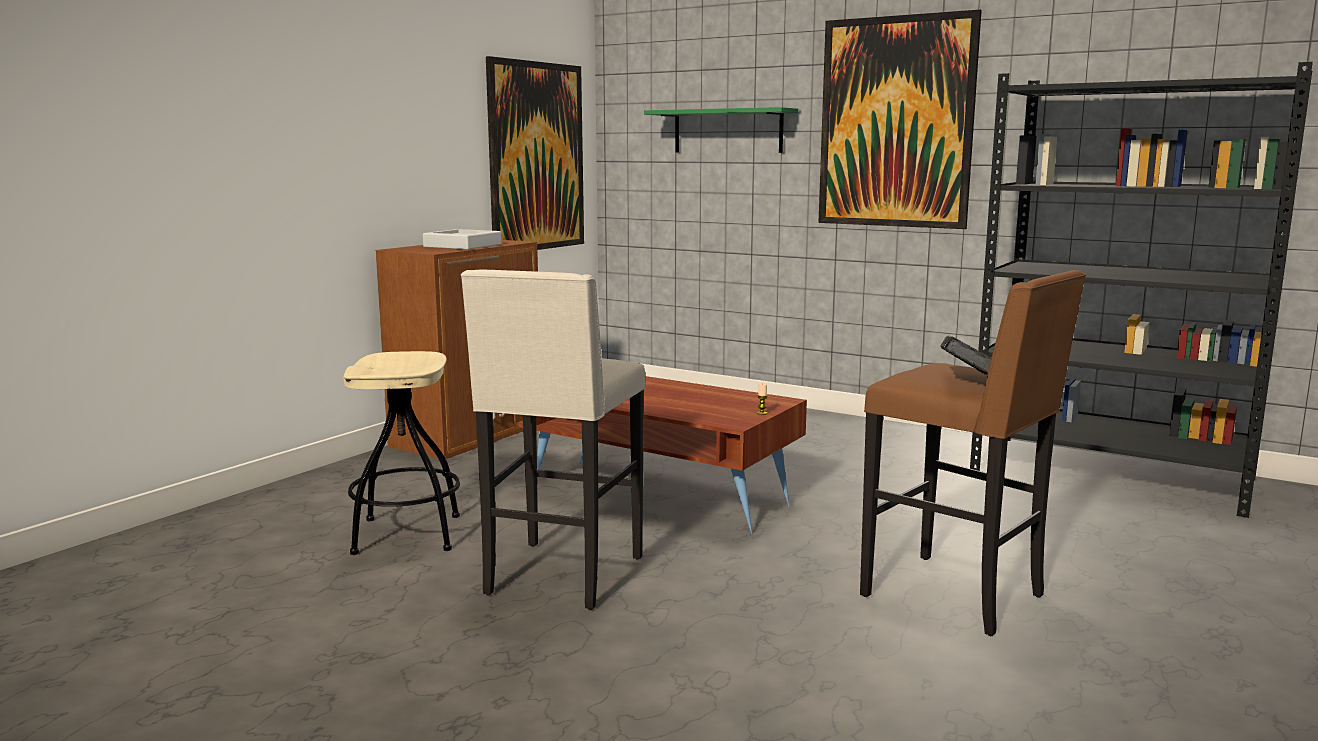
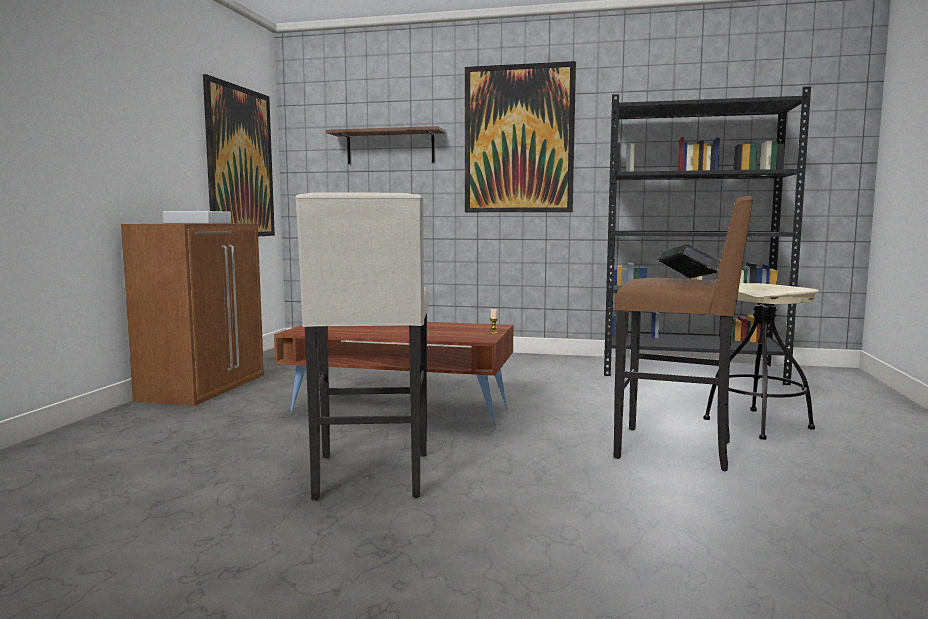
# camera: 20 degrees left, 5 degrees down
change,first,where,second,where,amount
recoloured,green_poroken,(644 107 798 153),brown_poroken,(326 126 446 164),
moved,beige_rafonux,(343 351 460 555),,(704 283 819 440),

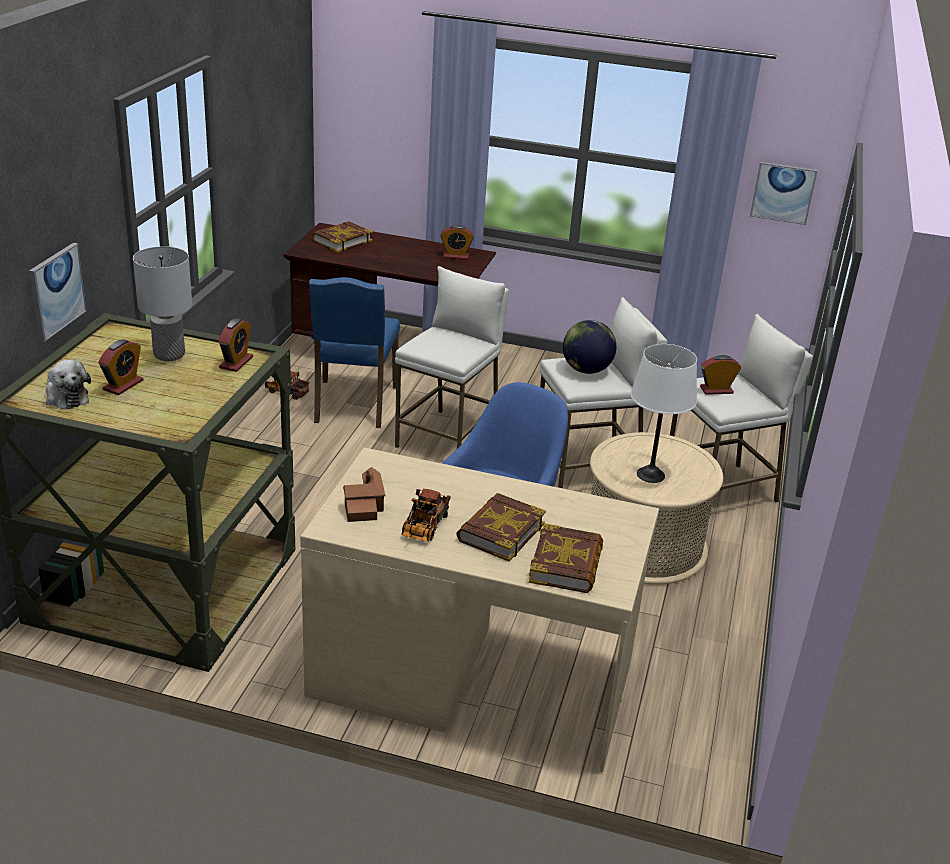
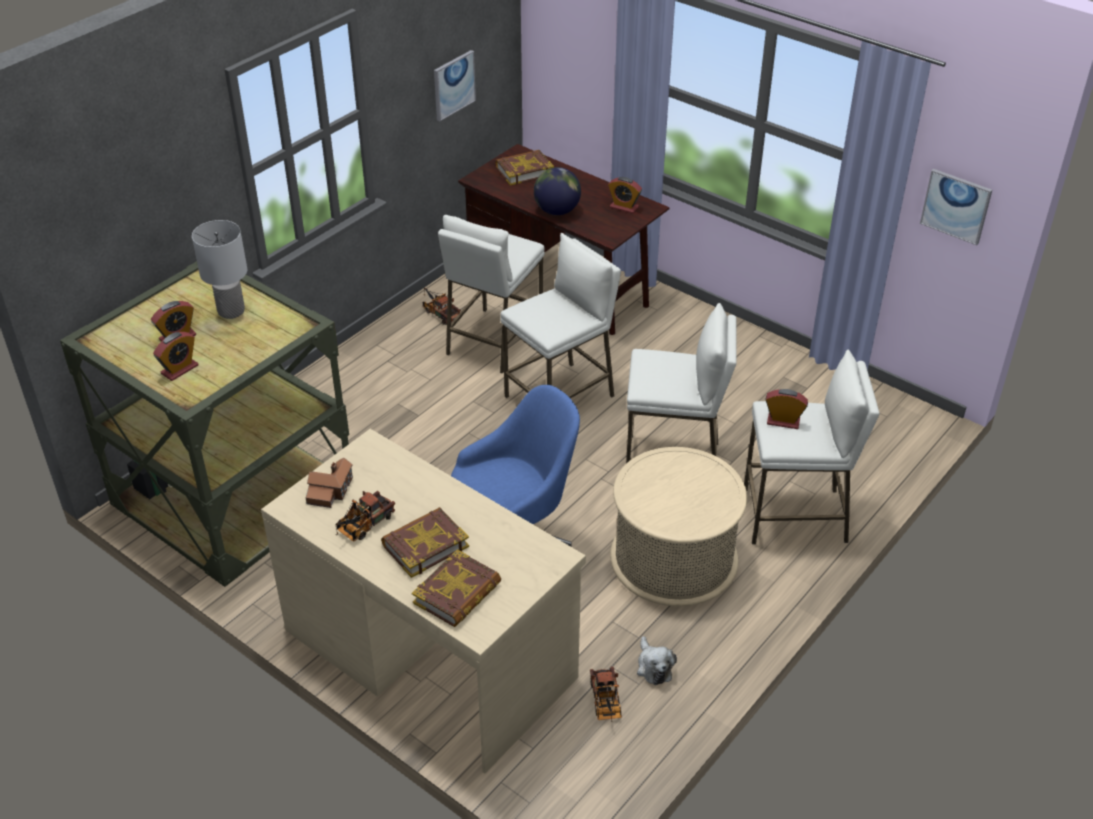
# camera: 25 degrees right, 10 degrees up
change,first,where,second,where,amount
moved,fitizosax,(29 243 86 342),,(434 50 476 121),
replaced,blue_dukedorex,(309 277 400 428),white_rafonux,(438 215 545 374),
moved,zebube,(219 318 253 372),,(153 332 198 381),
moved,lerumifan,(563 320 617 374),,(534 167 581 215),
removed,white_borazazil,(630 344 697 483),,,
moved,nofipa,(45 359 91 409),,(637 636 677 685),
added,,,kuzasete,(590 666 622 721),

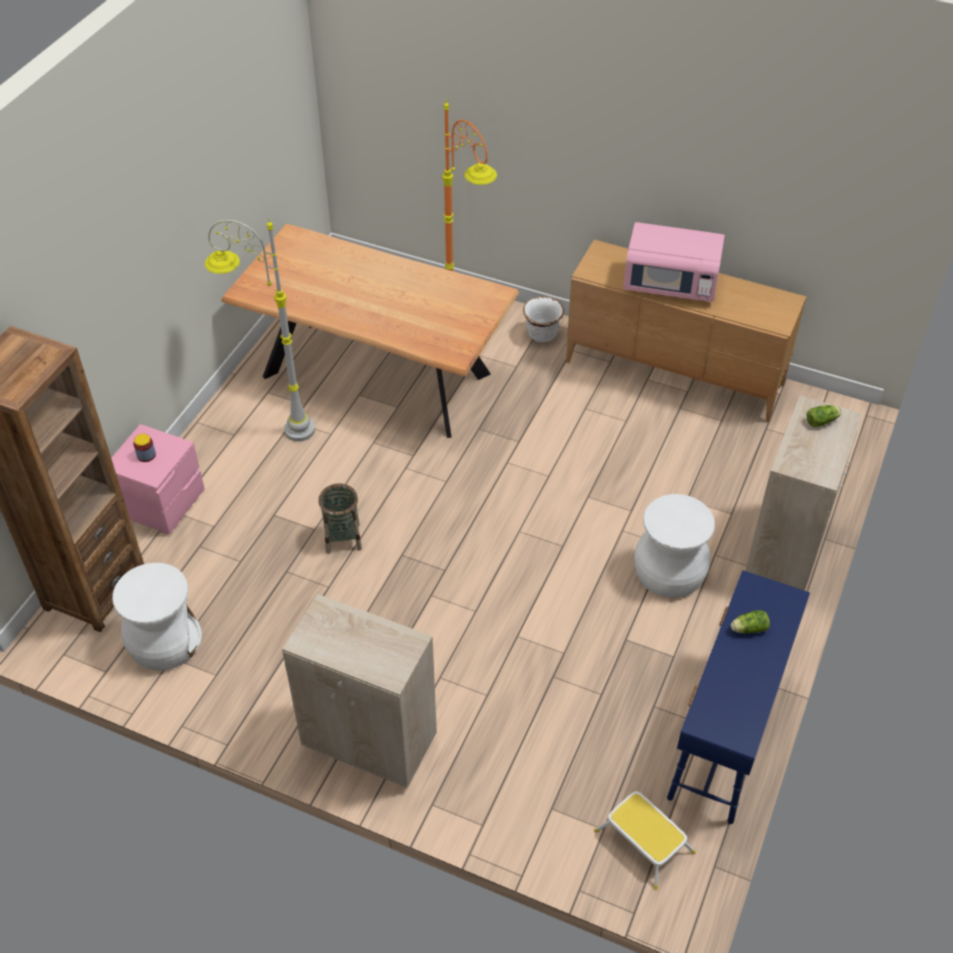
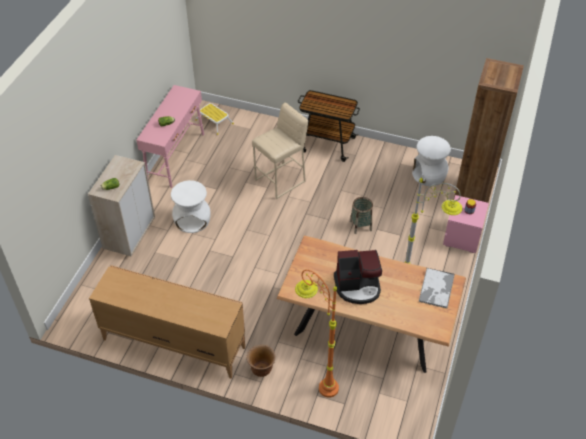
# camera: 175 degrees right, 0 degrees up
change,first,where,second,where,amount
removed,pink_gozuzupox,(623 222 725 302),,,
recoloured,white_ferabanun,(523 297 565 343),brown_ferabanun,(247 345 276 377),
recoloured,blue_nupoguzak,(667 570 810 824),pink_nupoguzak,(136 85 204 188),
replaced,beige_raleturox,(282 594 437 788),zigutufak,(298 90 360 162),
added,,,beige_rafonux,(252 103 308 199),
added,,,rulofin,(334 250 382 304),
added,,,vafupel,(419 268 454 309),

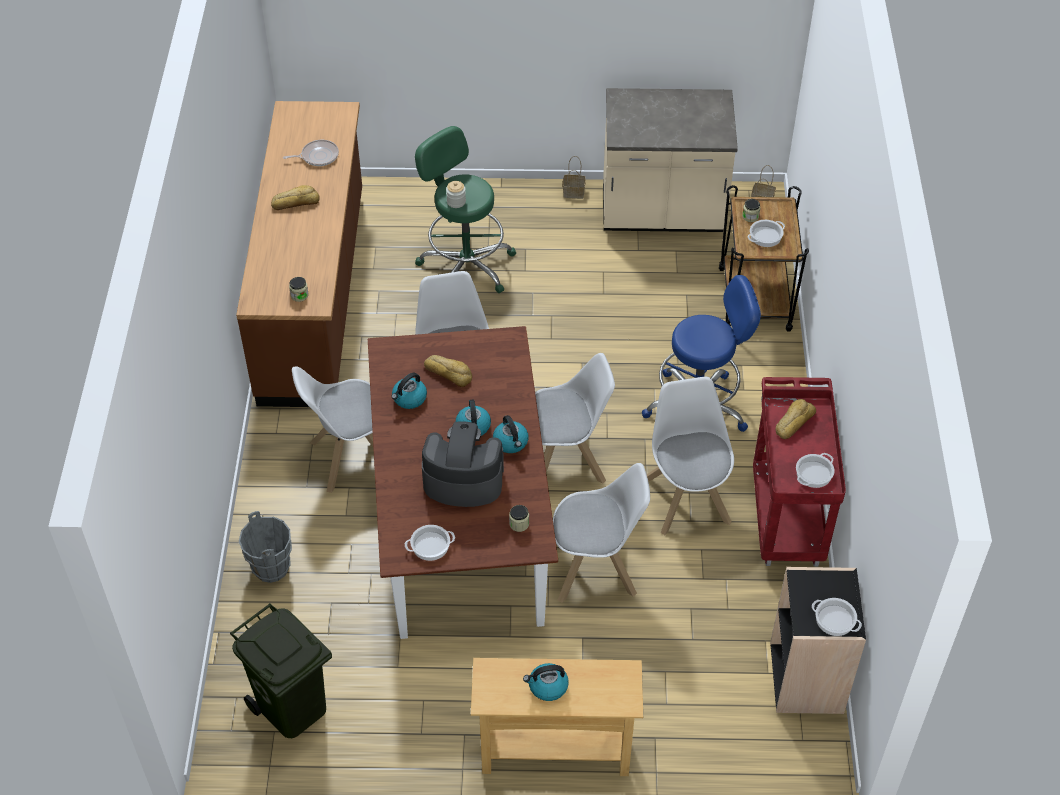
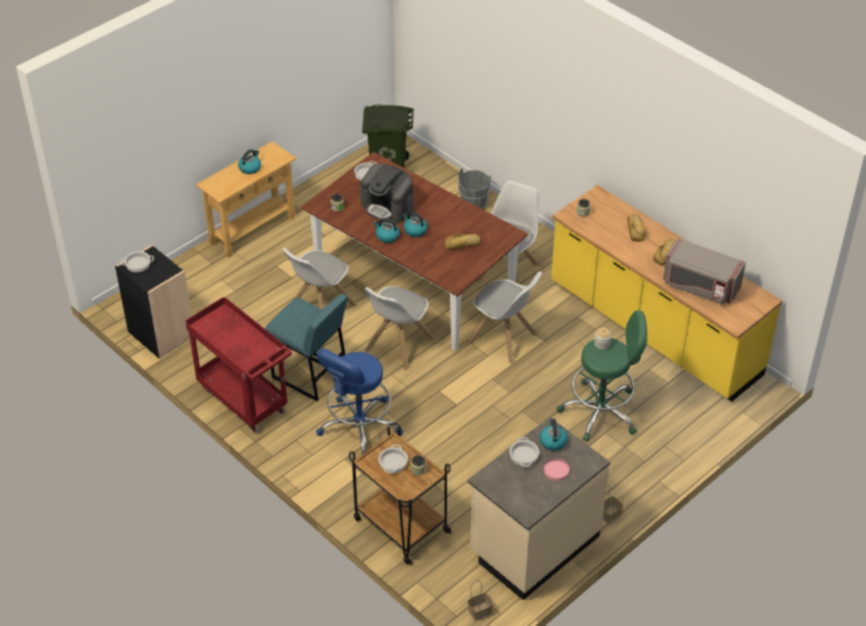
# camera: 135 degrees right, 5 degrees down
change,first,where,second,where,amount
recoloured,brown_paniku,(236 101 362 407),yellow_paniku,(551 185 782 401),
replaced,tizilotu,(283 140 339 166),grey_gozuzupox,(663 238 746 305),
moved,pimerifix,(391 373 427 409),,(540 418 568 451),
replaced,dukedorex,(647 377 734 535),blue_rafonux,(265 294 348 401),
moved,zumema,(775 399 816 439),,(627 214 646 242),
turned,rulofin,(422 421 504 507),,(360 164 414 223),75 degrees clockwise
moved,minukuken,(796 453 835 488),,(509 437 539 467),
added,,,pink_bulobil,(544 458 570 481),

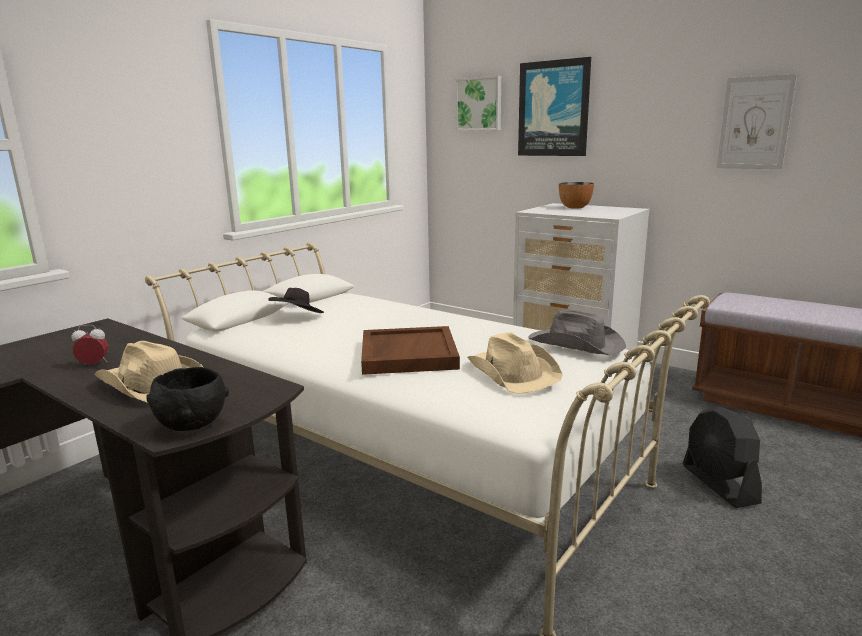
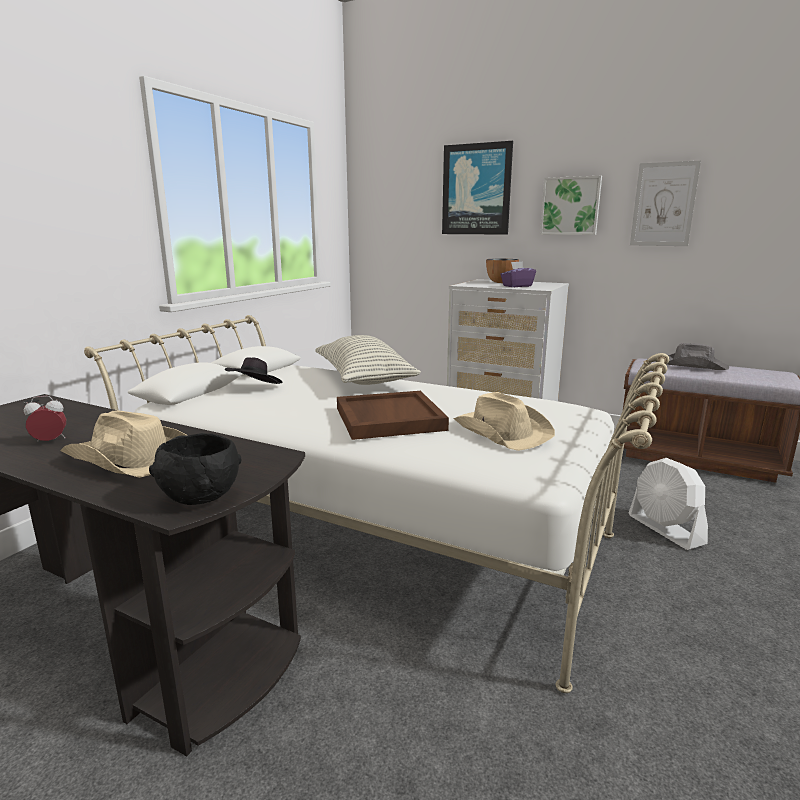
# camera: 10 degrees left, 0 degrees up
change,first,where,second,where,amount
moved,fitizosax,(456 76 501 131),,(540 176 602 235),
moved,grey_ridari,(528 310 626 355),,(667 343 729 370),
recoloured,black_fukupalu,(683 406 762 508),white_fukupalu,(629 458 708 550),
added,,,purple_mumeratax,(500 261 536 287),
added,,,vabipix,(315 335 421 385),

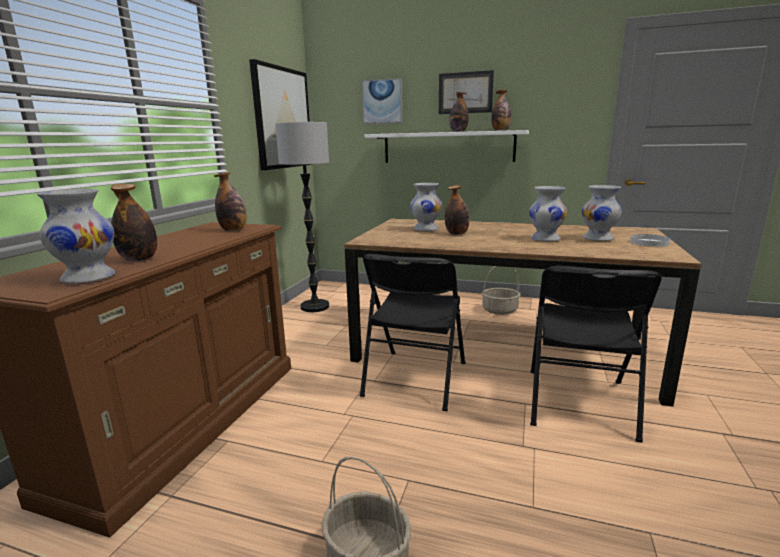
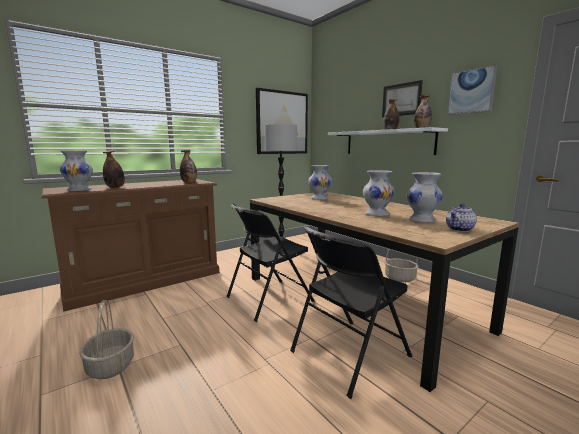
# camera: 35 degrees right, 5 degrees down
change,first,where,second,where,amount
moved,fitizosax,(362 78 402 124),,(447 65 497 115),
removed,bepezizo,(445 185 469 235),,,
replaced,white_bulobil,(630 234 671 247),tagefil,(446 204 477 232),

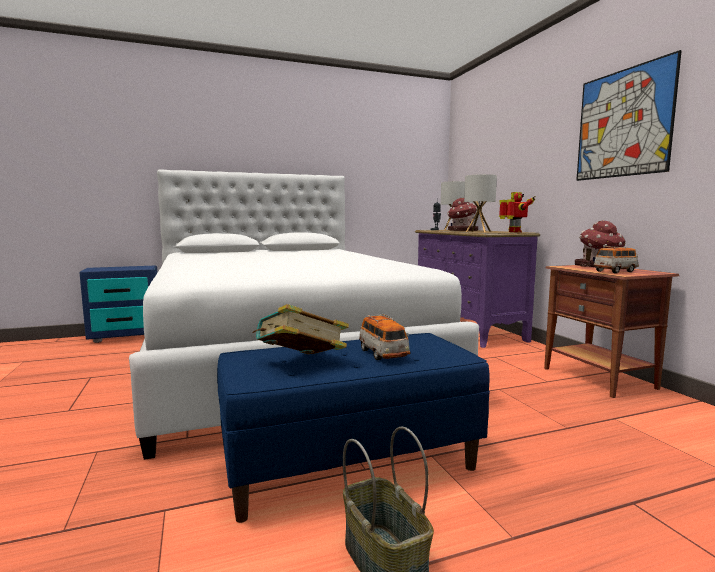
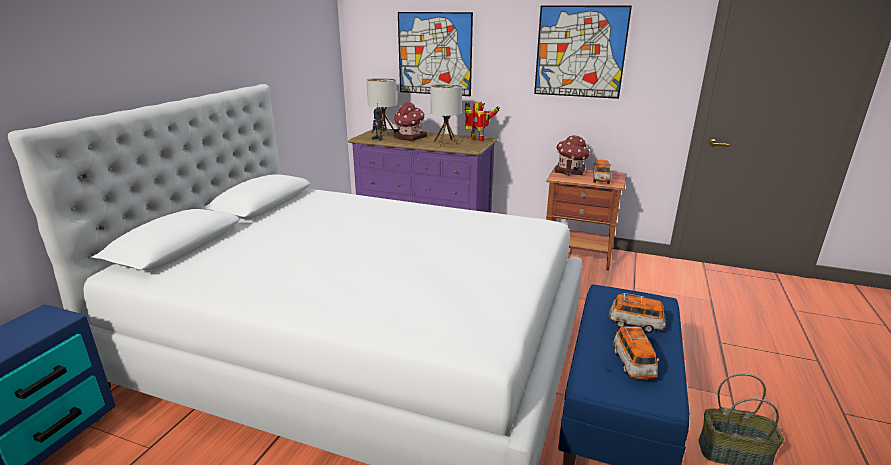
# camera: 50 degrees left, 15 degrees up
change,first,where,second,where,amount
replaced,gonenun,(252 304 349 354),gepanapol,(613 326 659 379),
added,,,fitizosax,(398 12 473 96),

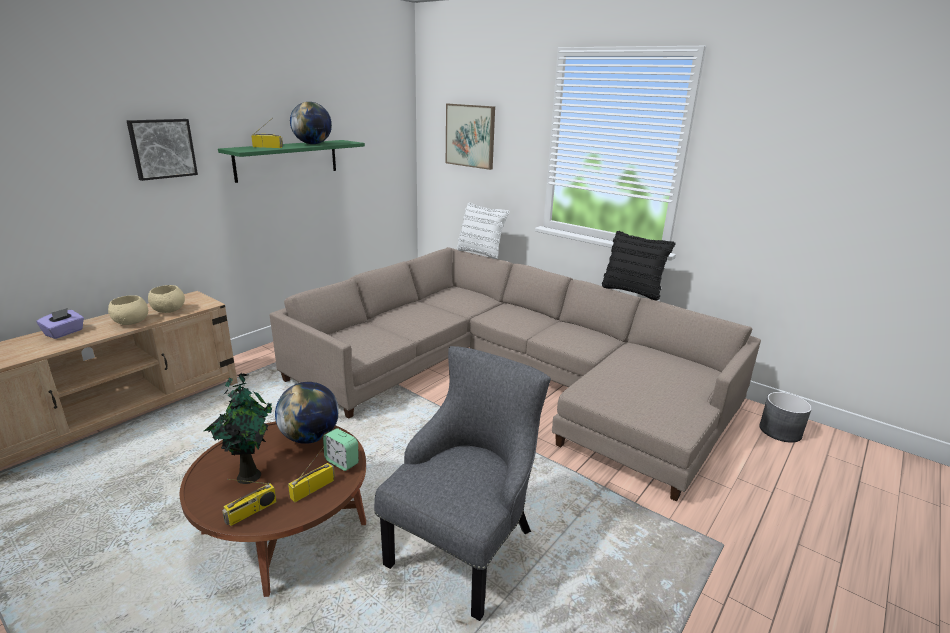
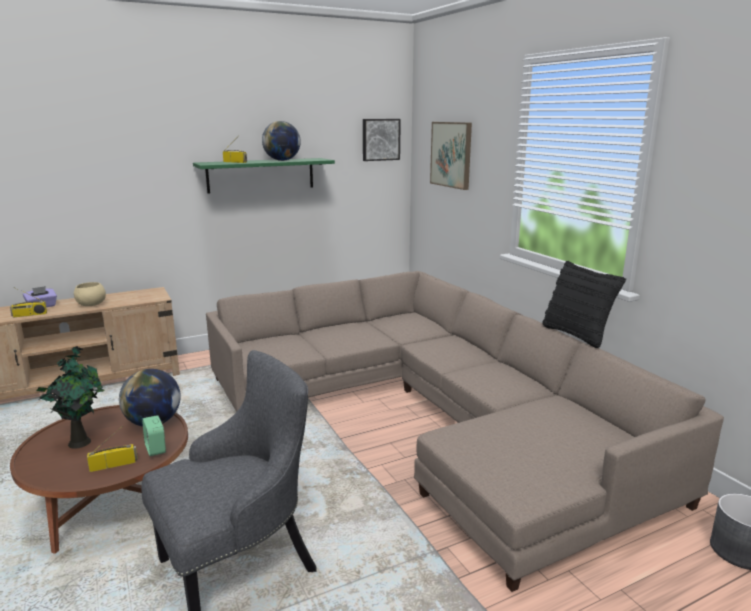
# camera: 25 degrees right, 5 degrees down
change,first,where,second,where,amount
moved,fitizosax,(127 119 198 181),,(363 119 401 161),
removed,white_vabipix,(457 203 510 259),,,
removed,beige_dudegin,(148 285 185 313),,,
moved,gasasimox,(222 479 277 526),,(10 287 47 317),

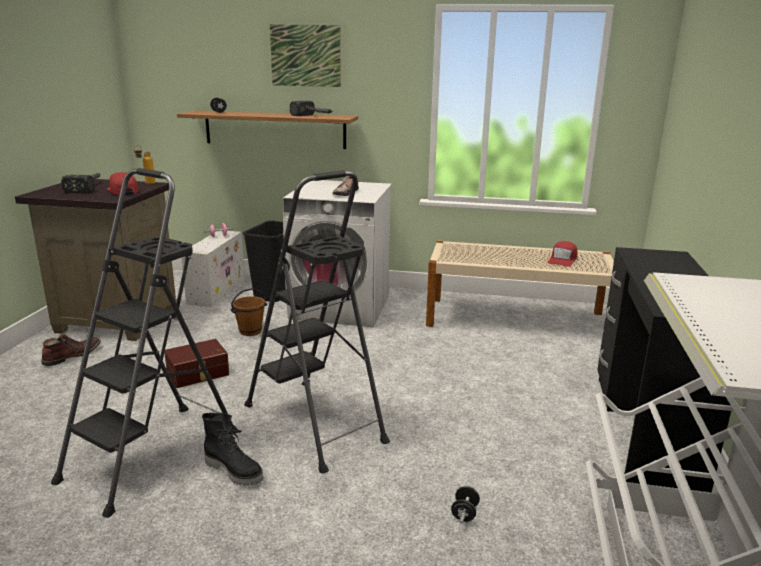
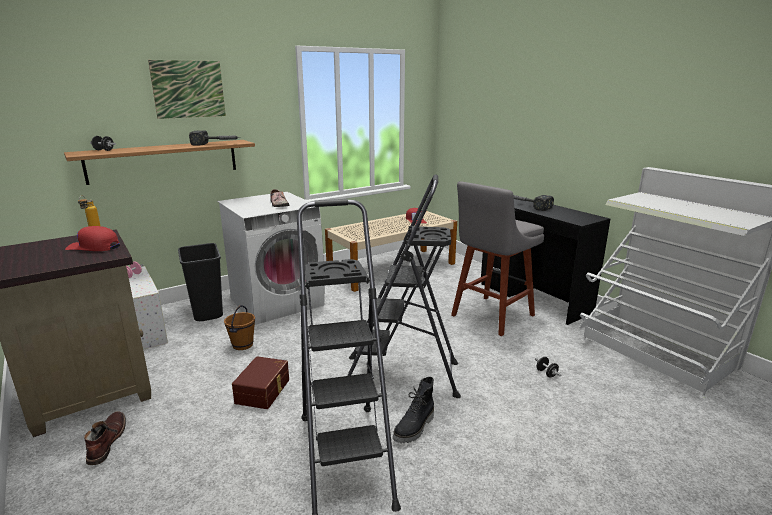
# camera: 45 degrees left, 0 degrees up
change,first,where,second,where,amount
moved,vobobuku,(61 173 101 193),,(513 195 554 211),
turned,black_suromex,(202 413 264 486),,(393 377 434 443),135 degrees clockwise
added,,,grey_rafonux,(451 181 544 336),

